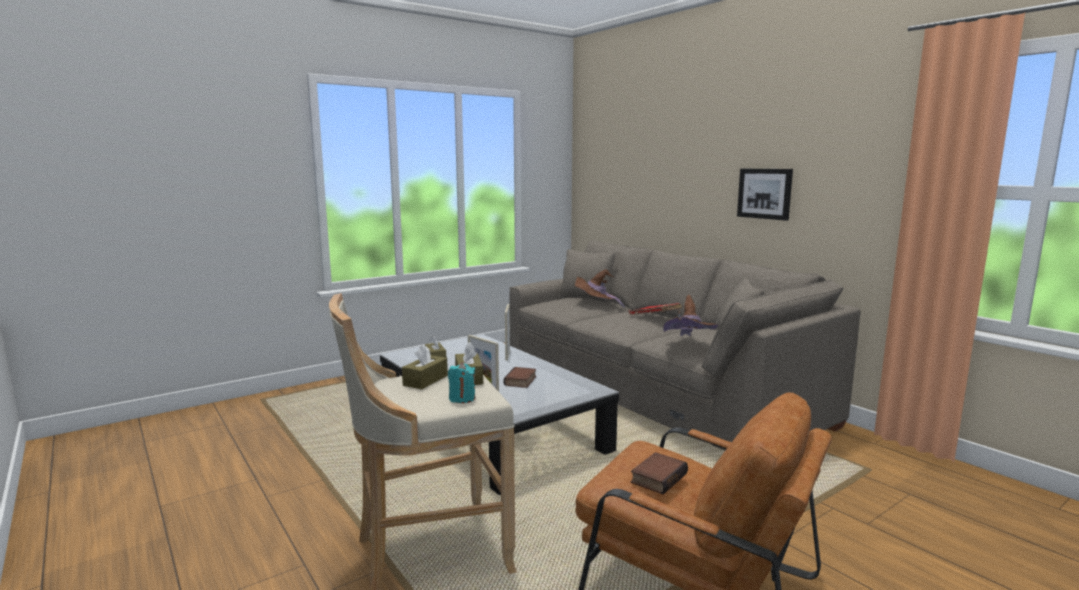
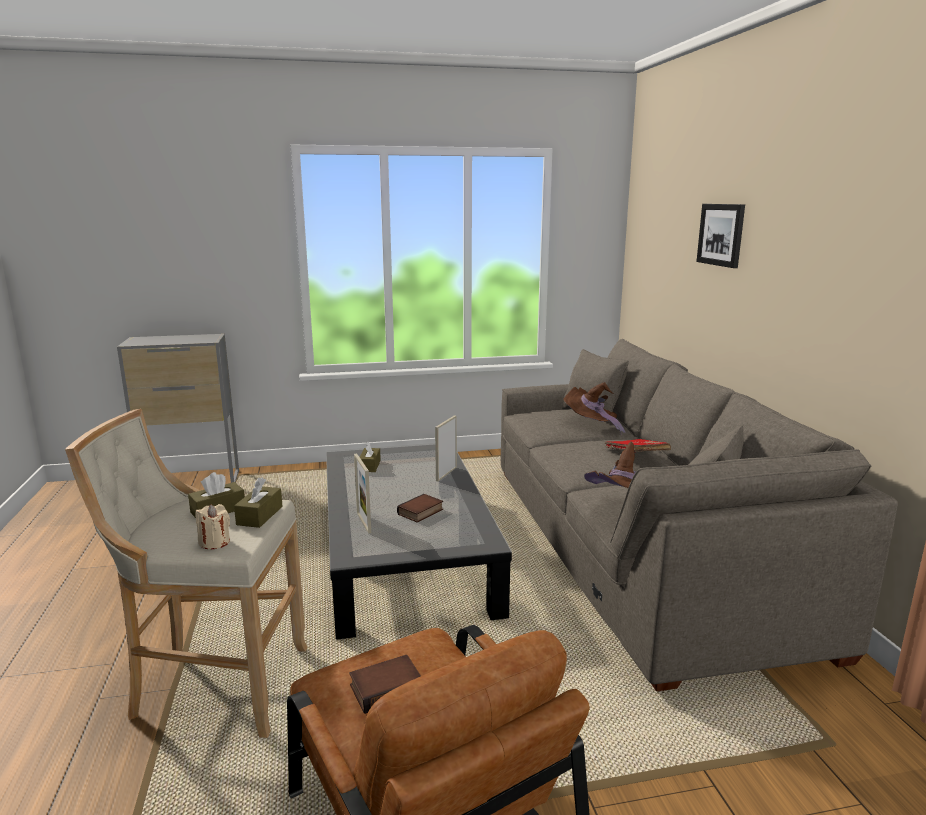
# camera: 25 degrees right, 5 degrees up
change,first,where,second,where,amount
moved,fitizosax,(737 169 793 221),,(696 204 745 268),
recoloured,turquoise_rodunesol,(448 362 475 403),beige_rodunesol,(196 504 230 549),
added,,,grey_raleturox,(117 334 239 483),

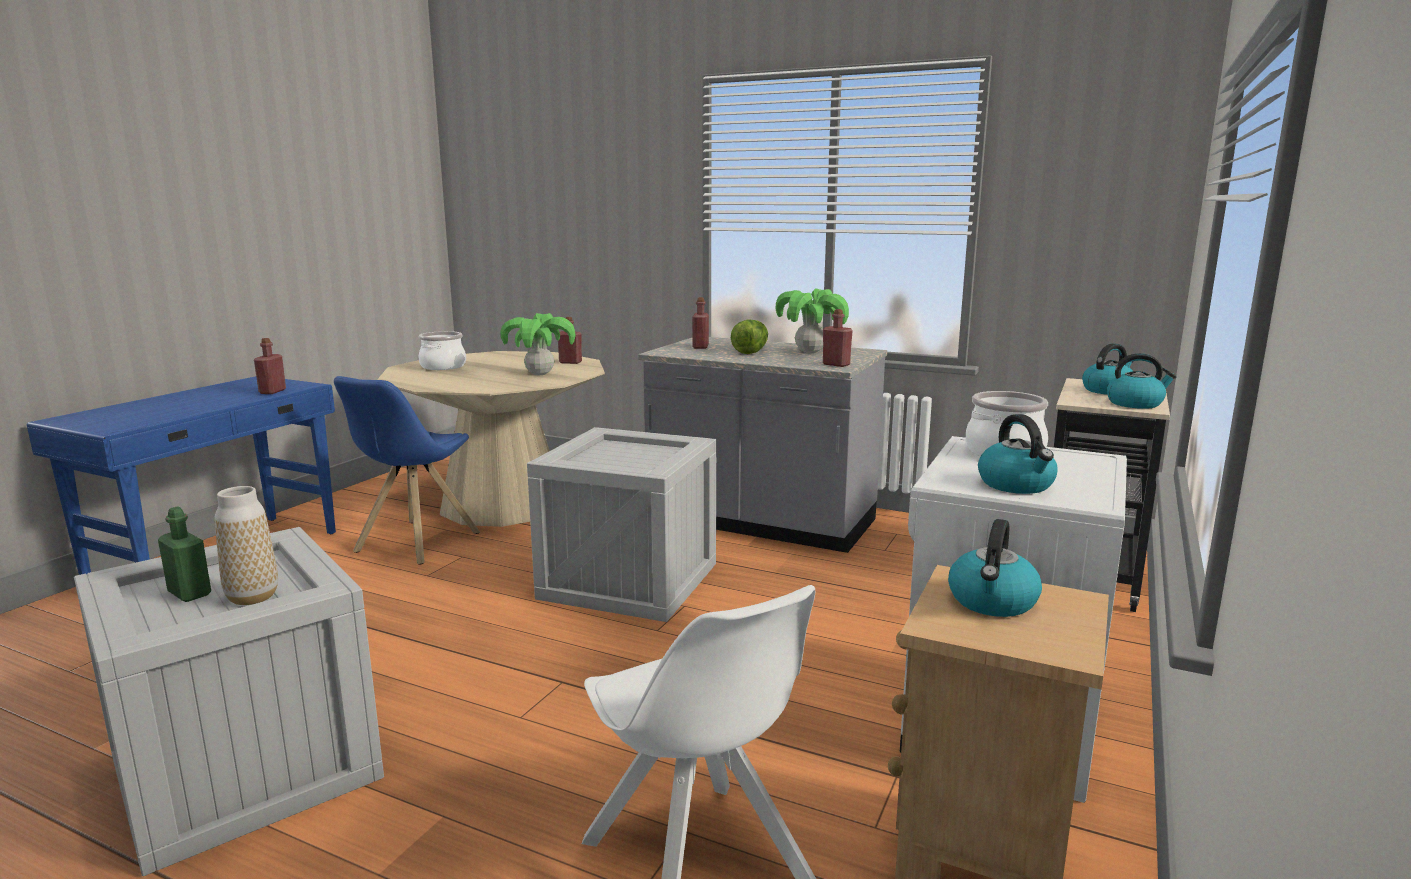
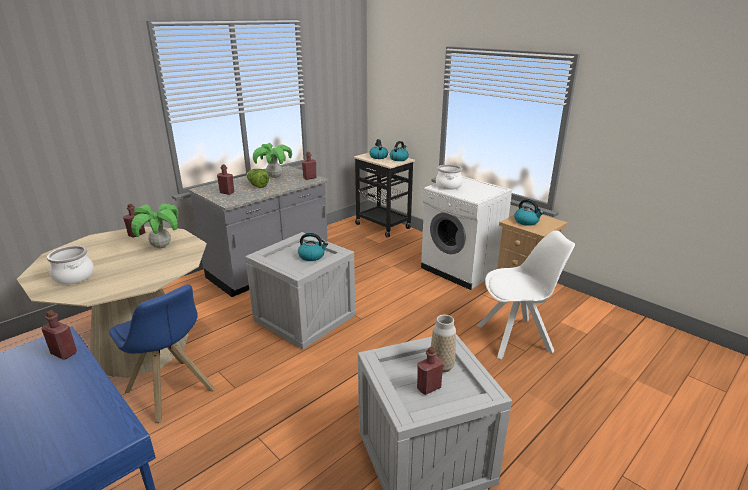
# camera: 70 degrees left, 10 degrees up
change,first,where,second,where,amount
moved,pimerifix,(978 414 1058 494),,(298 233 328 261),
recoloured,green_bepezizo,(158 507 211 602),red_bepezizo,(417 347 444 395),

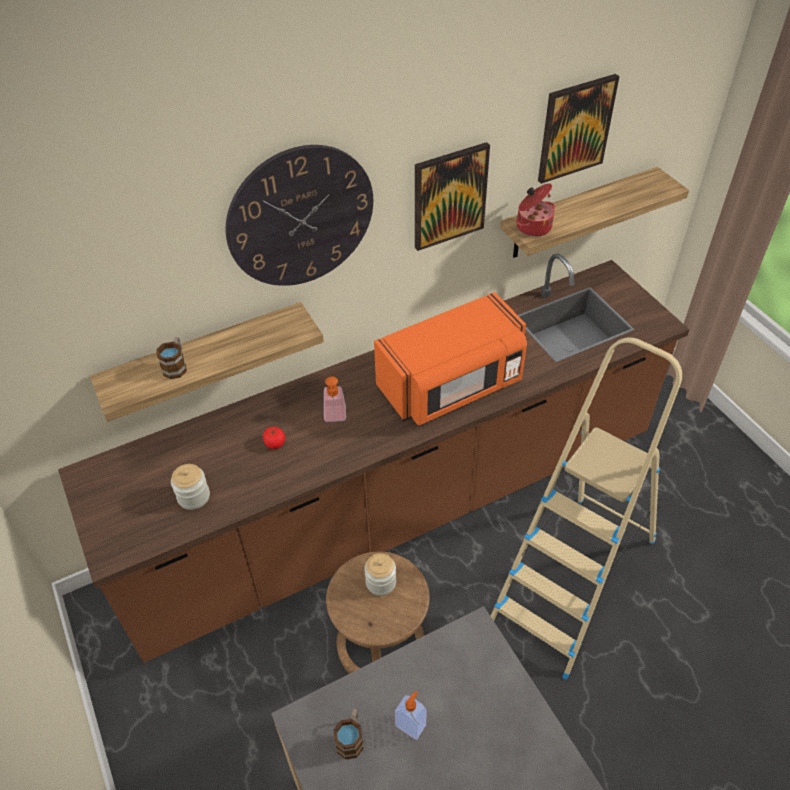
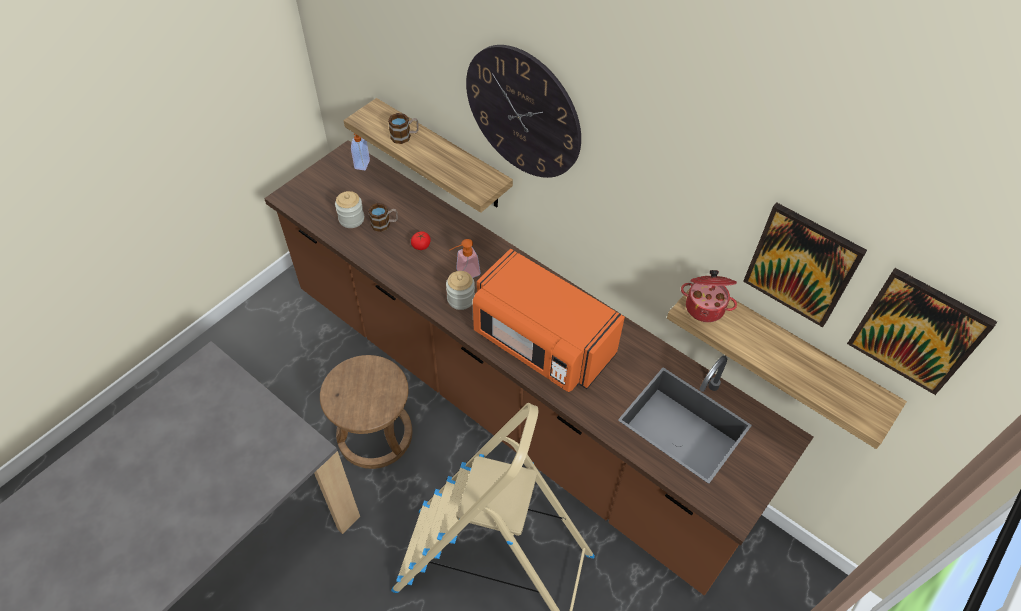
# camera: 65 degrees right, 5 degrees up
change,first,where,second,where,amount
moved,fitizosax,(415 142 490 251),,(847 268 997 395),
moved,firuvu,(364 553 396 596),,(446 271 475 310),
moved,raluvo,(395 691 427 740),,(351 133 370 170),
moved,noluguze,(334 709 364 760),,(368 203 398 232),

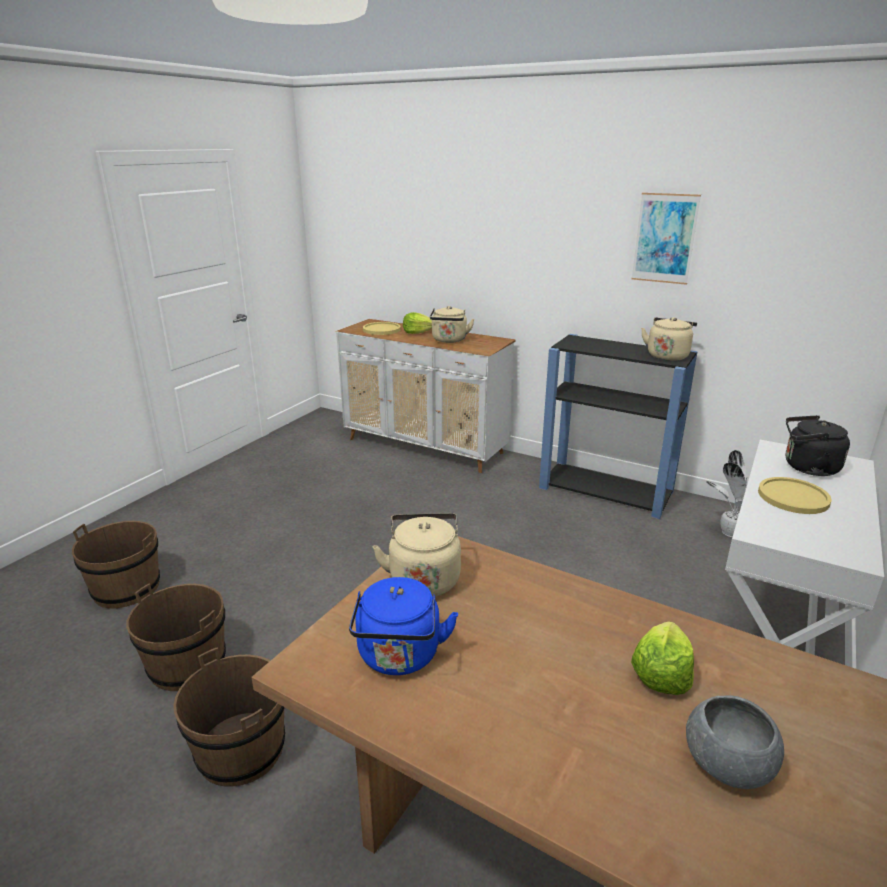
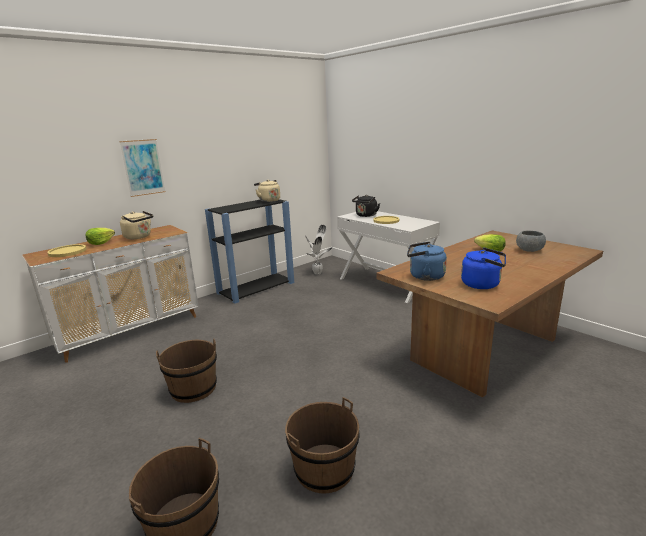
# camera: 70 degrees left, 5 degrees down
change,first,where,second,where,amount
moved,fitizosax,(632 193 701 285),,(120 139 166 197),
recoloured,beige_pimerifix,(372 513 461 597),blue_pimerifix,(407 242 447 281),
moved,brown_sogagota,(173 647 285 786),,(156 339 217 403),

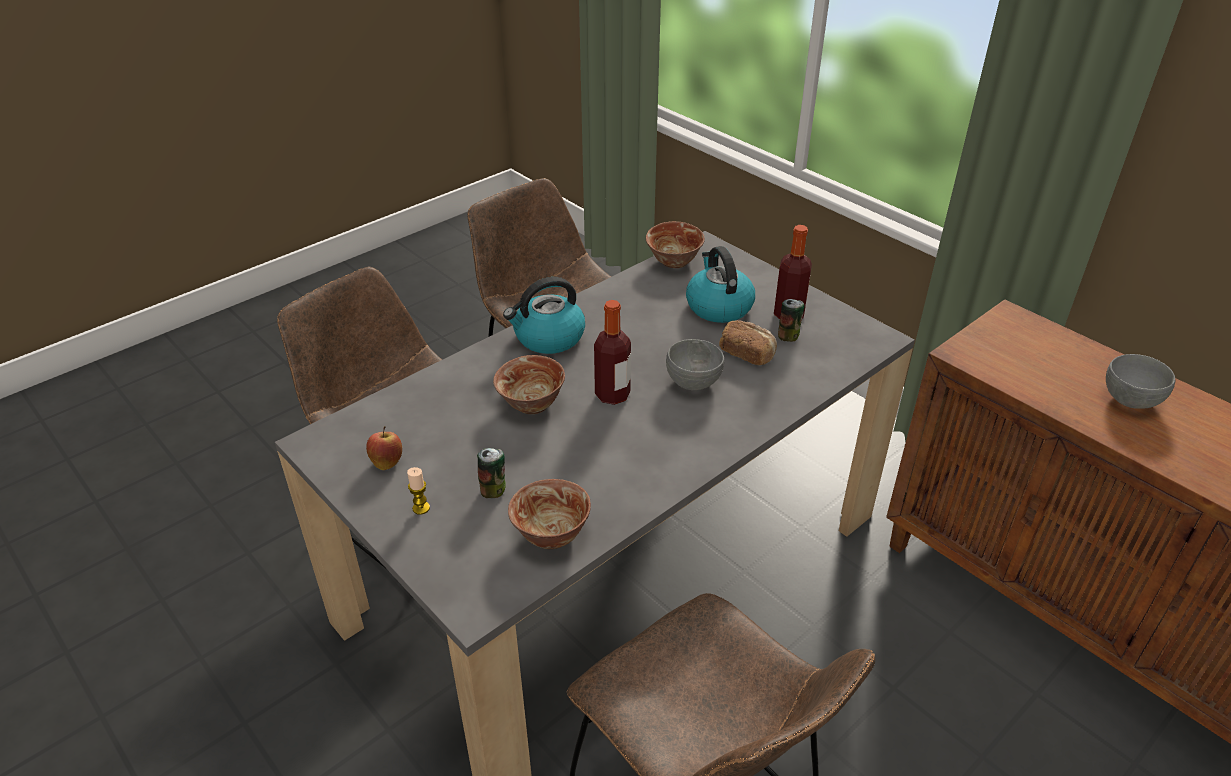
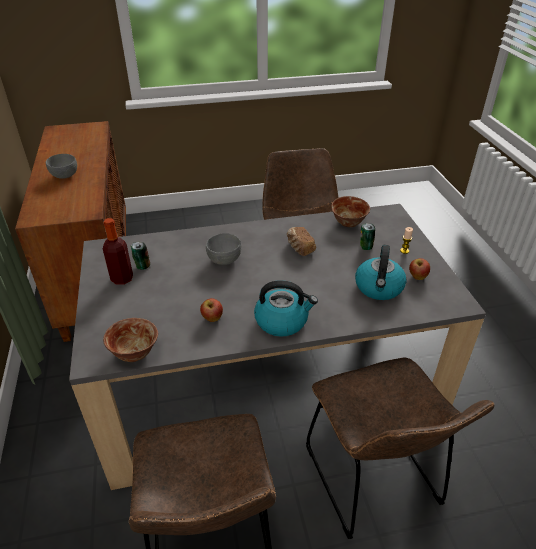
# camera: 150 degrees left, 0 degrees up
change,first,where,second,where,amount
moved,pimerifix,(686 246 755 323),,(355 245 407 300),
removed,bepezizo,(594 300 631 405),,,
moved,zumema,(719 320 777 365),,(287 227 316 256),
removed,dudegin,(493 355 565 414),,,
added,,,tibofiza,(200 298 223 322),

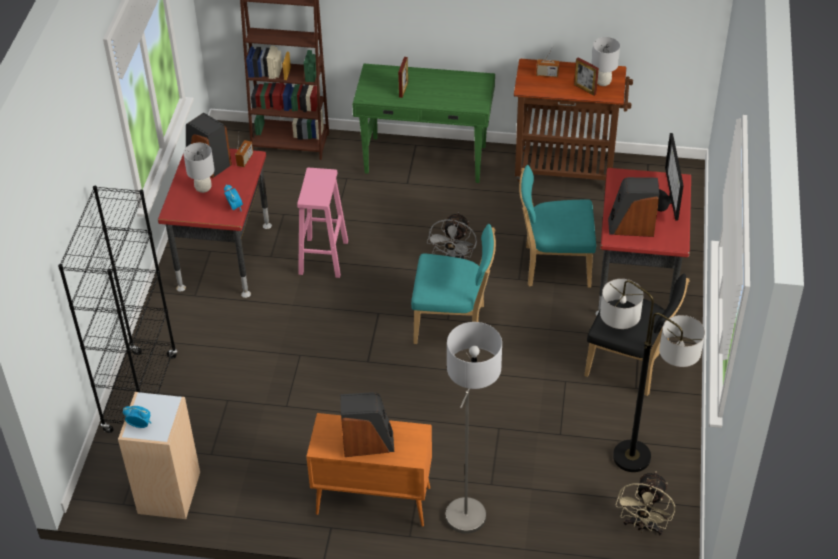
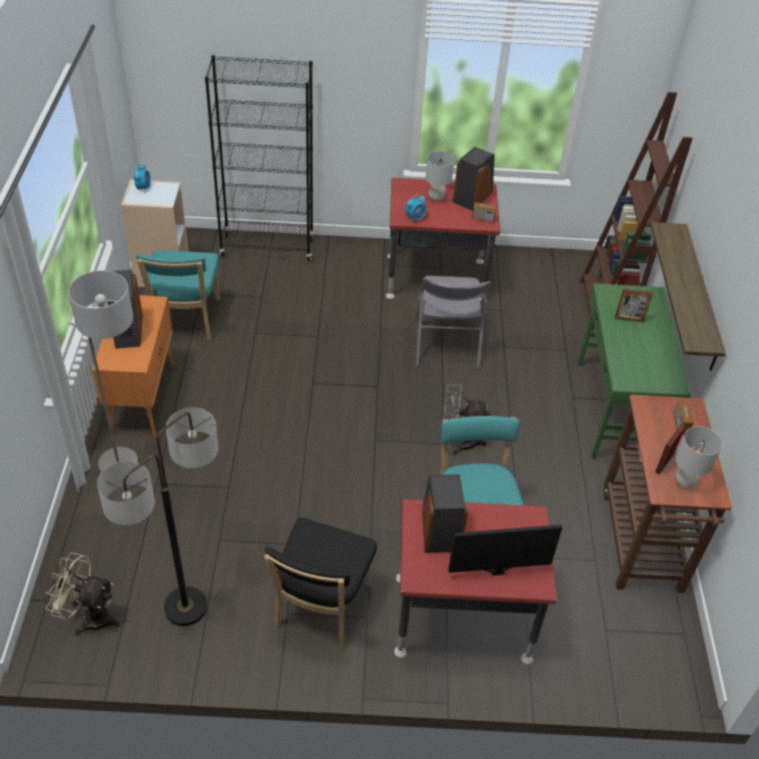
# camera: 80 degrees right, 0 degrees up
change,first,where,second,where,amount
replaced,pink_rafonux,(297 168 348 278),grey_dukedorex,(415 276 491 368),
moved,turquoise_dukedorex,(411 224 496 344),,(136 250 220 340),
added,,,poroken,(650 222 726 371),

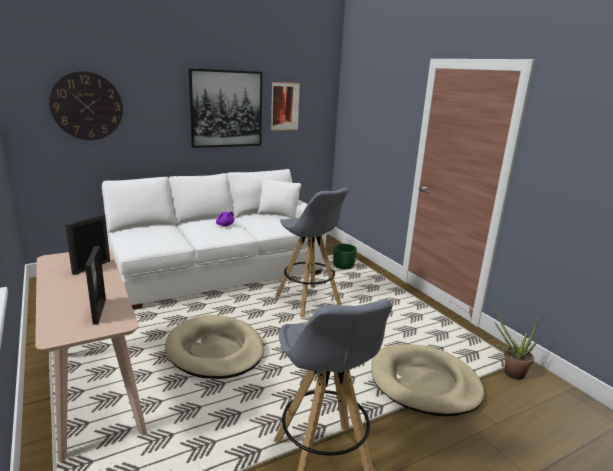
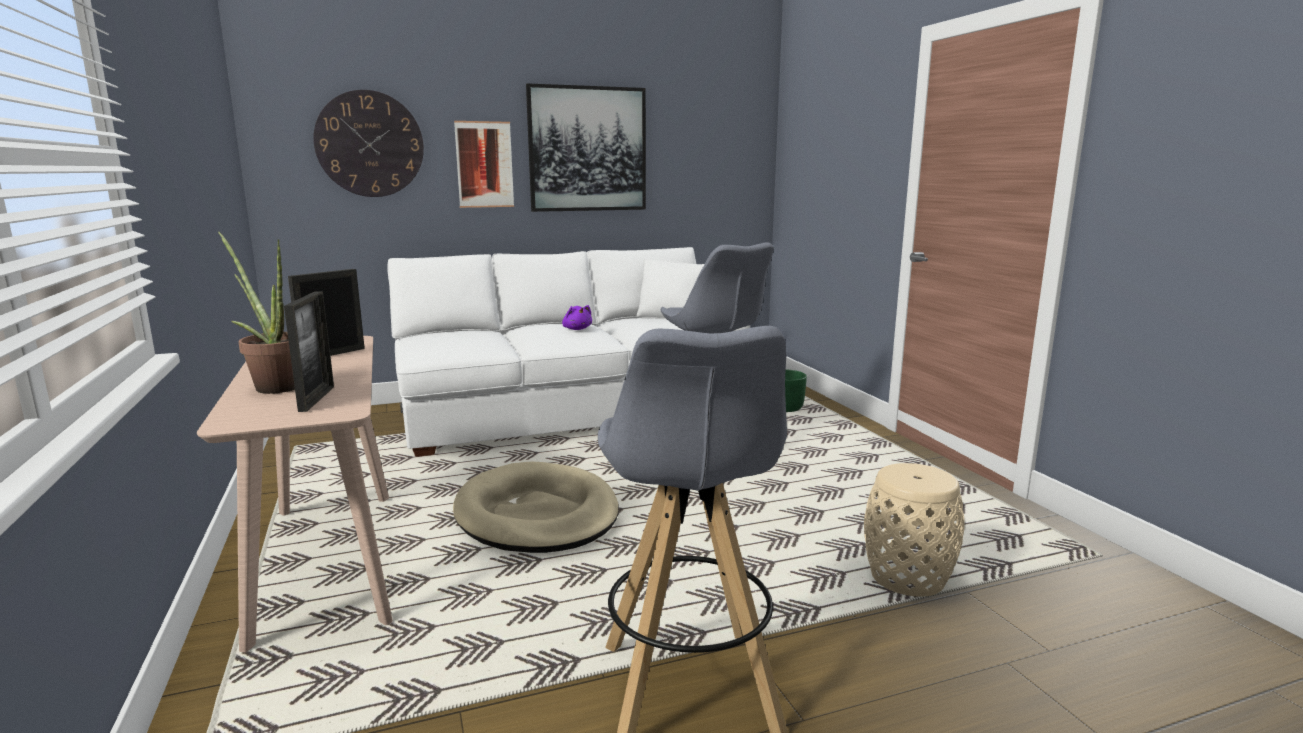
# camera: 10 degrees right, 5 degrees down
change,first,where,second,where,amount
moved,fitizosax,(271 82 300 131),,(454 121 514 208),
moved,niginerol,(493 305 540 380),,(218 232 295 394),
replaced,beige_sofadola,(371 344 484 416),beige_rafonux,(864 463 964 596),

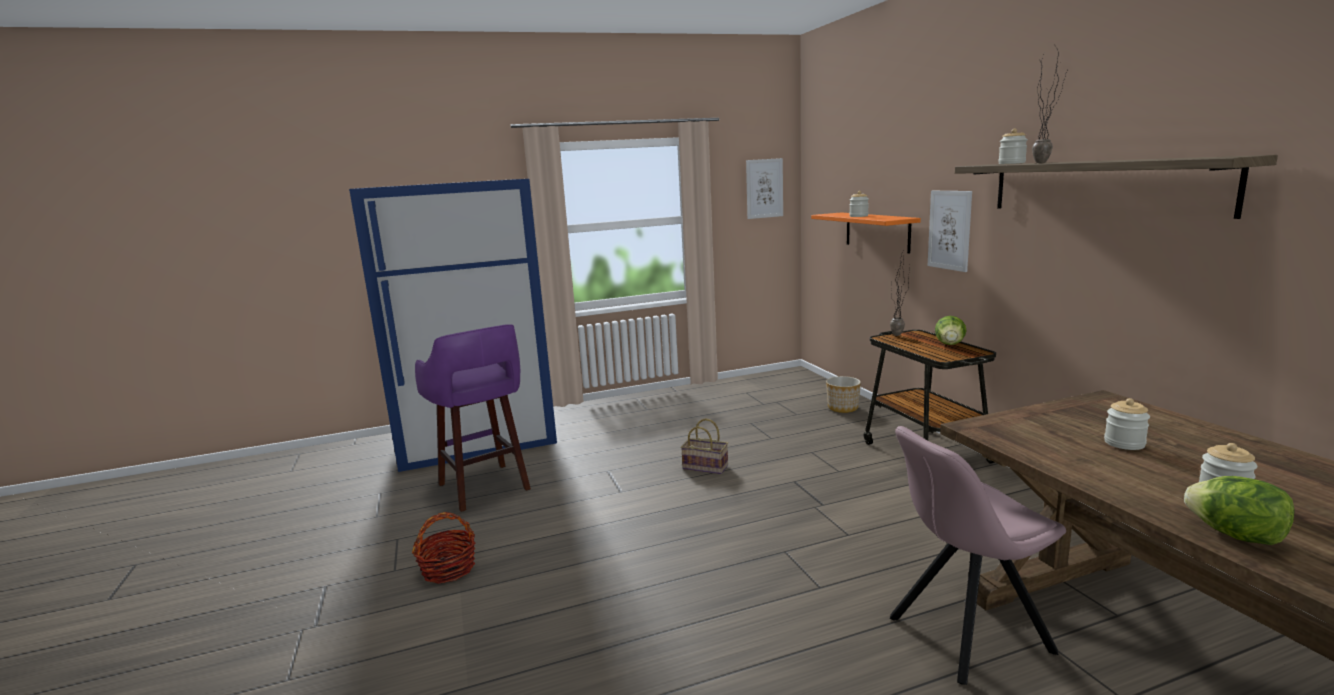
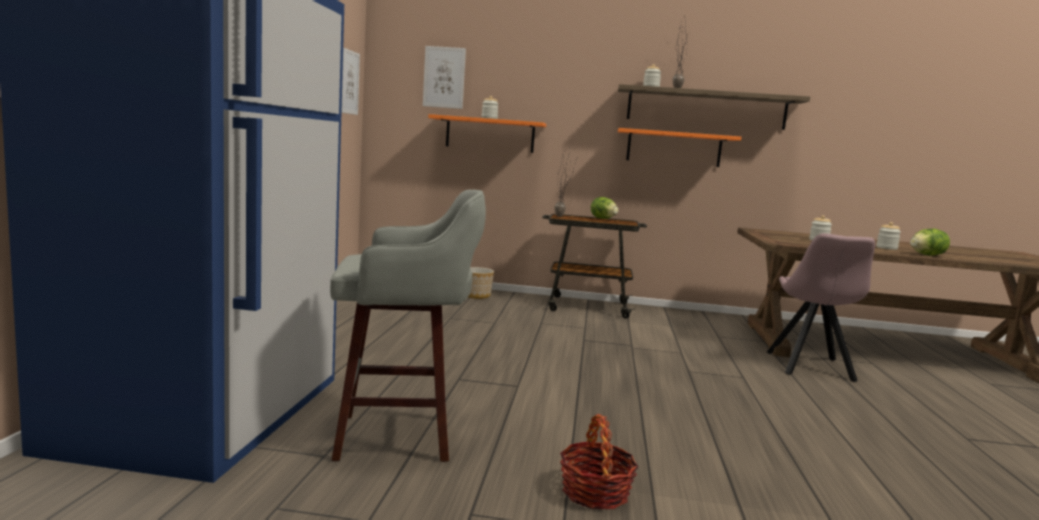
# camera: 65 degrees left, 5 degrees down
change,first,where,second,where,amount
moved,fitizosax,(928 191 972 272),,(423 46 466 109),
recoloured,purple_rafonux,(415 325 531 512),grey_rafonux,(330 190 486 462),
removed,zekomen,(681 418 728 474),,,
added,,,orange_poroken,(618 128 741 167),

